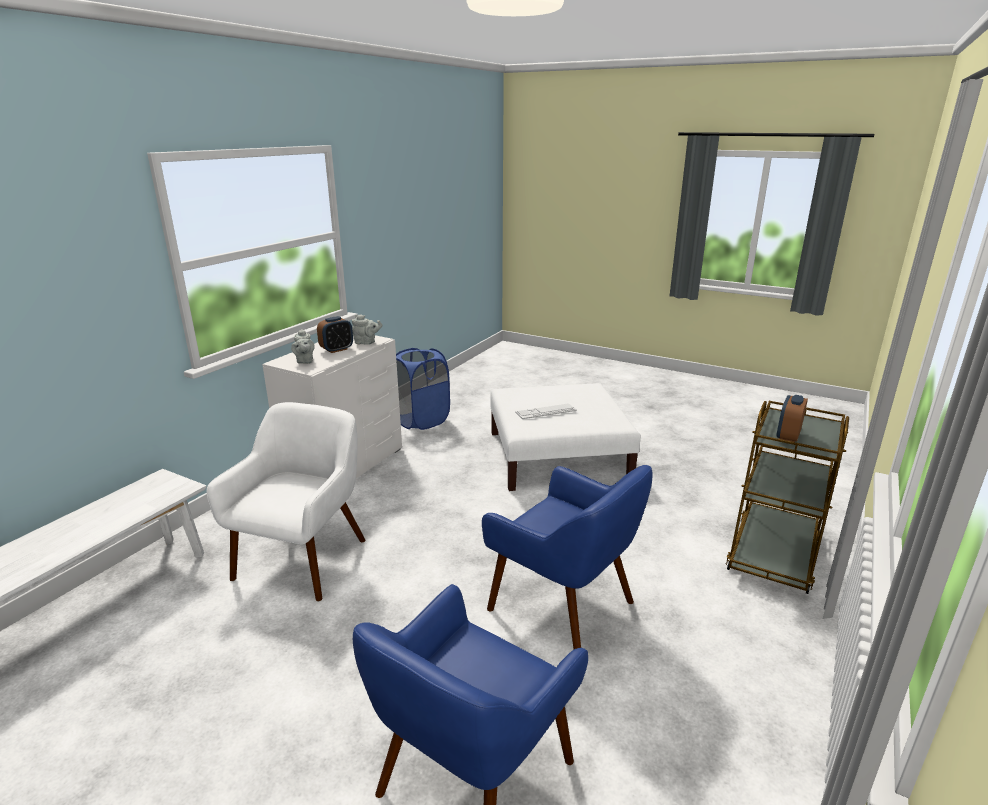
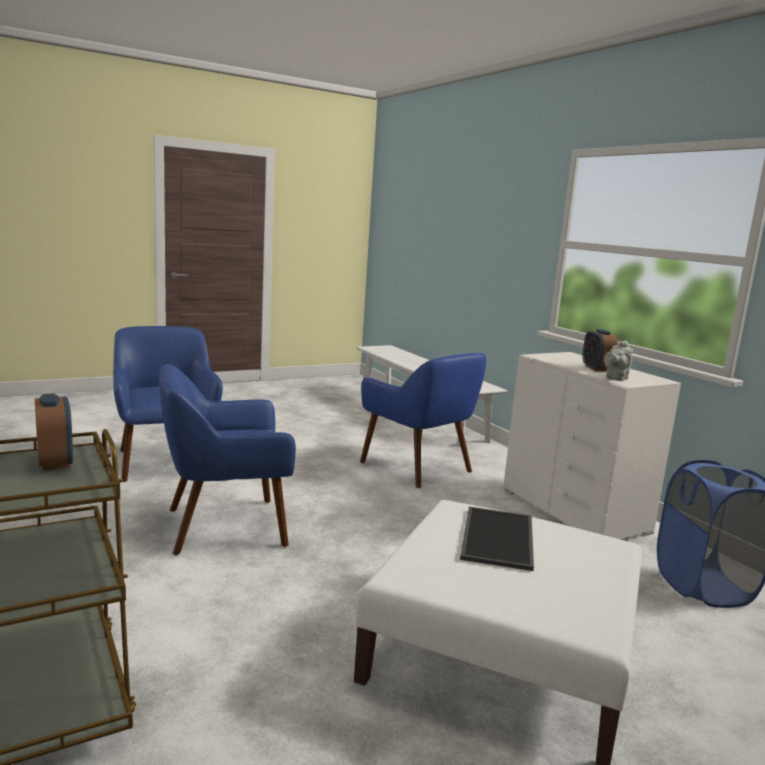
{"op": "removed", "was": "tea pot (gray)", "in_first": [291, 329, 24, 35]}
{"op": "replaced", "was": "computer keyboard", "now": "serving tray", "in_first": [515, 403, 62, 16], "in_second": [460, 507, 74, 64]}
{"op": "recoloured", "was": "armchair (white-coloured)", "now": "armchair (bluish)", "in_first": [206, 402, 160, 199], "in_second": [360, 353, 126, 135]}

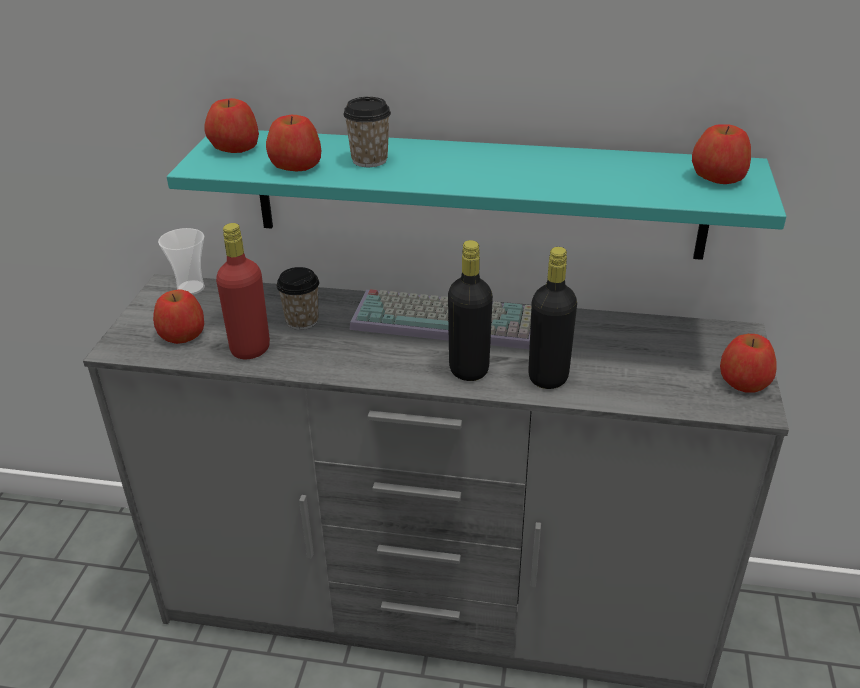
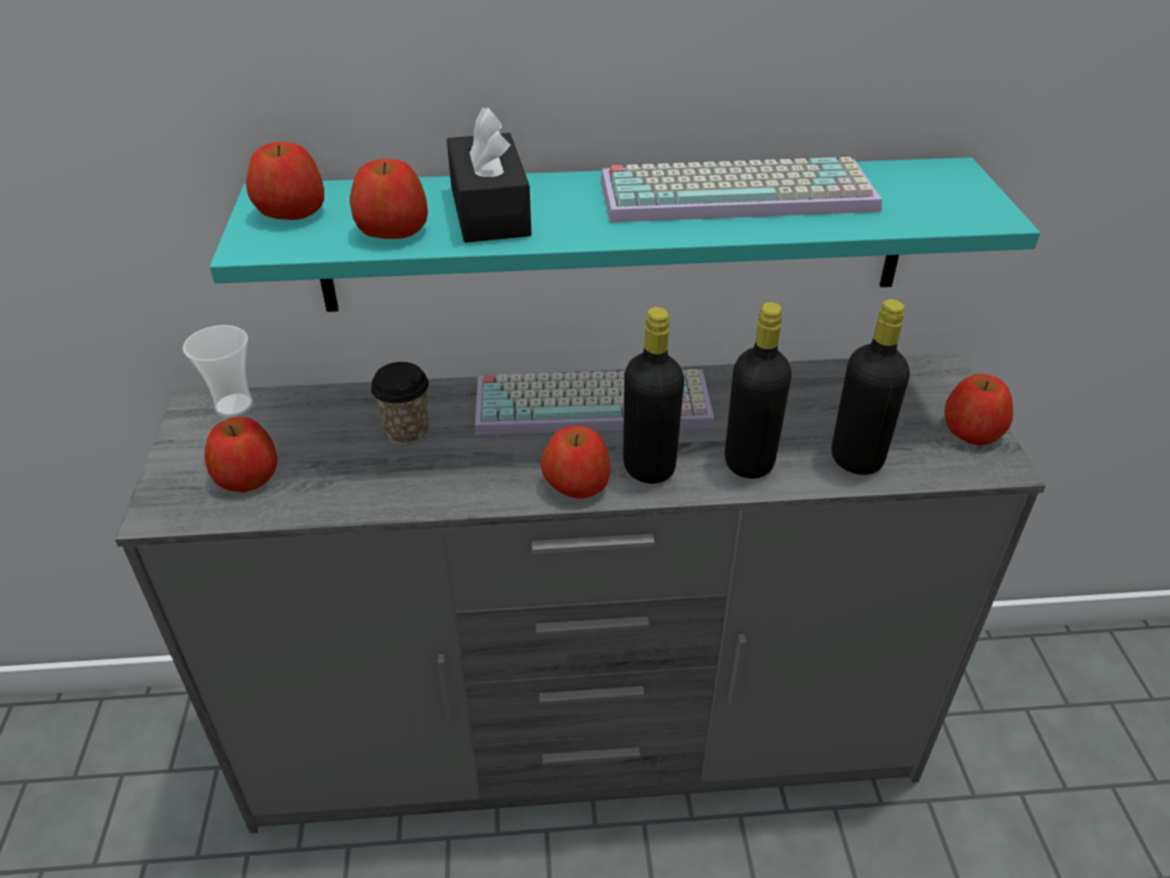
{"op": "removed", "was": "drink bottle (red-coloured)", "in_first": [216, 223, 54, 136]}
{"op": "added", "now": "computer keyboard", "in_second": [601, 157, 281, 66]}
{"op": "added", "now": "drink bottle (black-coloured)", "in_second": [831, 299, 79, 176]}
{"op": "moved", "was": "whole apple", "in_first": [692, 124, 59, 60], "in_second": [541, 426, 70, 73]}
{"op": "replaced", "was": "cup", "now": "box of tissues (black-coloured)", "in_first": [343, 97, 48, 70], "in_second": [447, 107, 84, 136]}

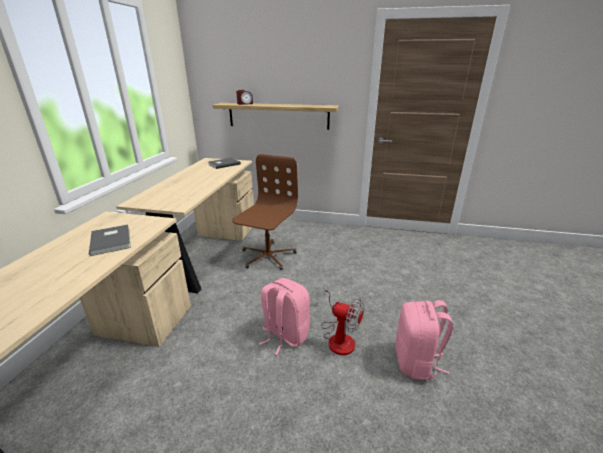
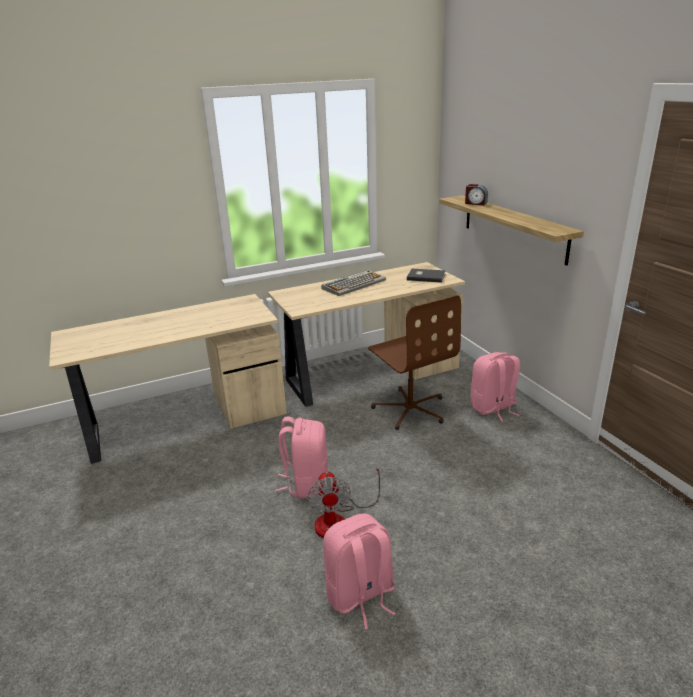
{"op": "removed", "was": "volume (gray)", "in_first": [89, 224, 42, 32]}
{"op": "added", "now": "computer keyboard", "in_second": [322, 270, 64, 26]}
{"op": "added", "now": "knapsack (pink)", "in_second": [471, 352, 49, 69]}
{"op": "turned", "was": "desk chair (brown-coloured)", "in_first": [232, 154, 66, 116], "in_second": [368, 295, 93, 135], "clockwise": 75}

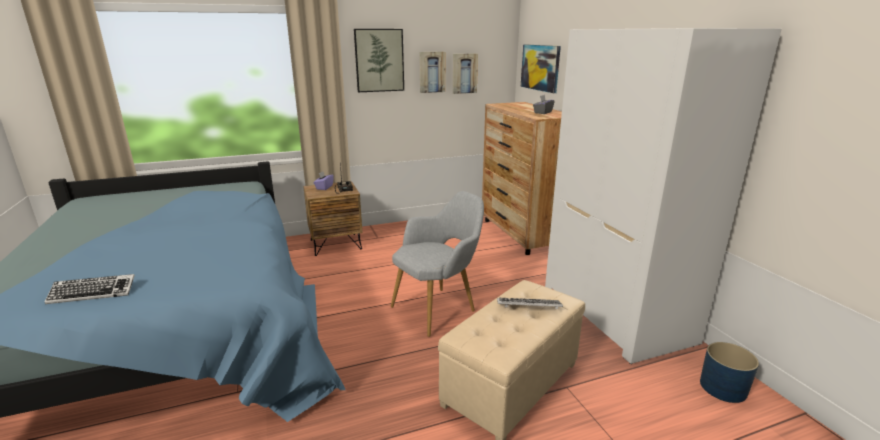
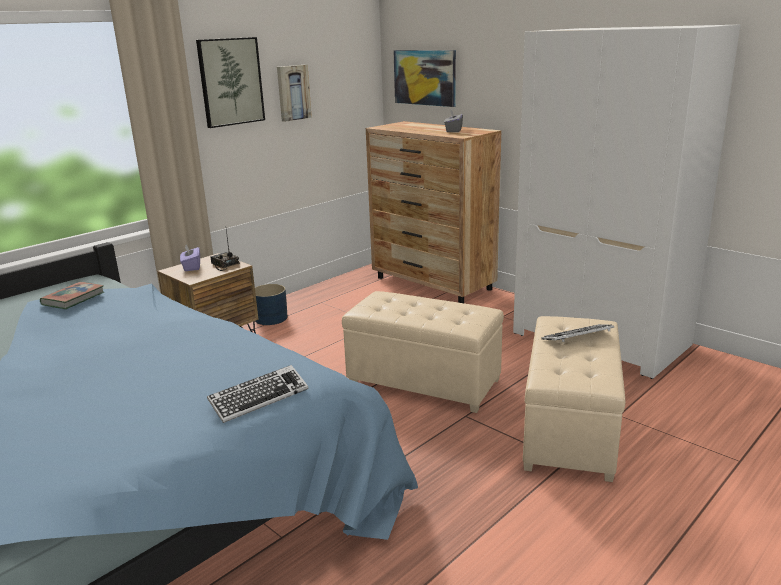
{"op": "removed", "was": "wall art", "in_first": [453, 53, 25, 41]}
{"op": "added", "now": "volume", "in_second": [40, 282, 64, 27]}
{"op": "moved", "was": "computer keyboard", "in_first": [45, 274, 90, 30], "in_second": [207, 365, 101, 58]}
{"op": "moved", "was": "plant pot (bluish)", "in_first": [700, 342, 59, 61], "in_second": [255, 284, 33, 41]}
{"op": "replaced", "was": "armchair (gray)", "now": "footrest (beige)", "in_first": [391, 191, 93, 146], "in_second": [342, 291, 162, 122]}

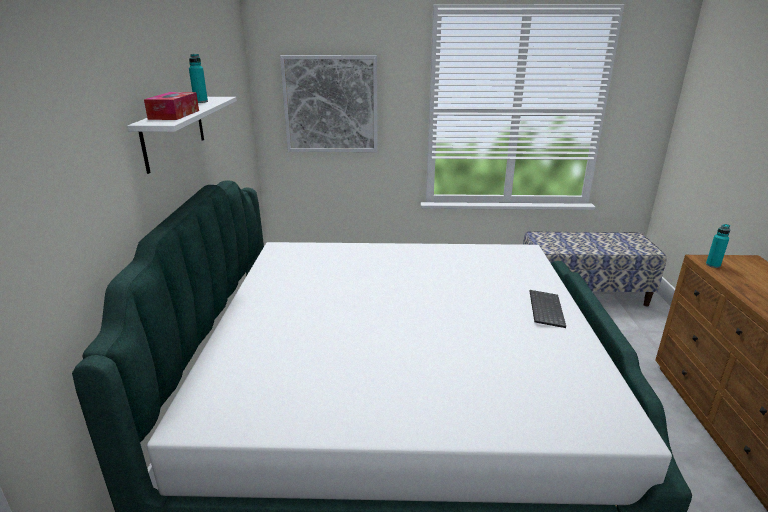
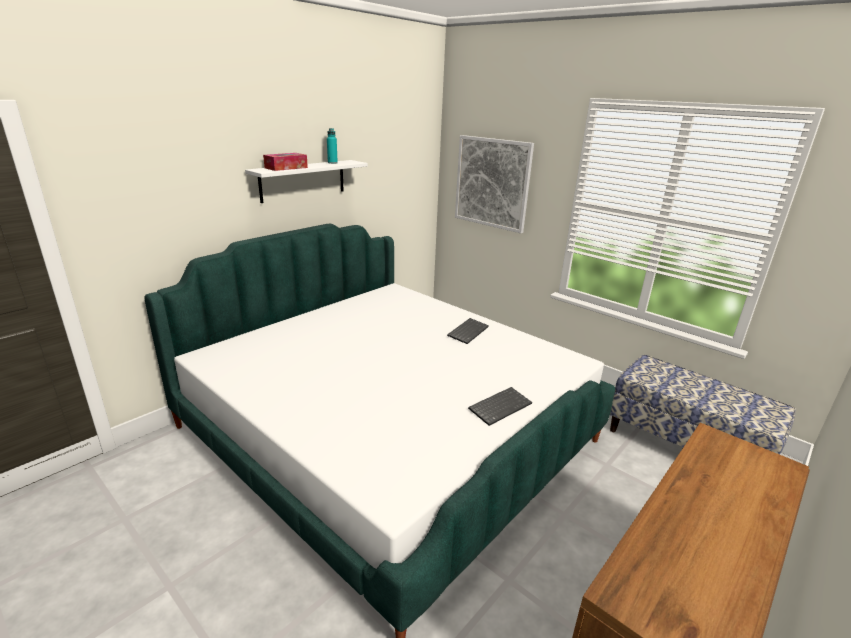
{"op": "removed", "was": "drink bottle (turquoise-coloured)", "in_first": [706, 224, 24, 44]}
{"op": "added", "now": "computer keyboard", "in_second": [447, 318, 42, 26]}

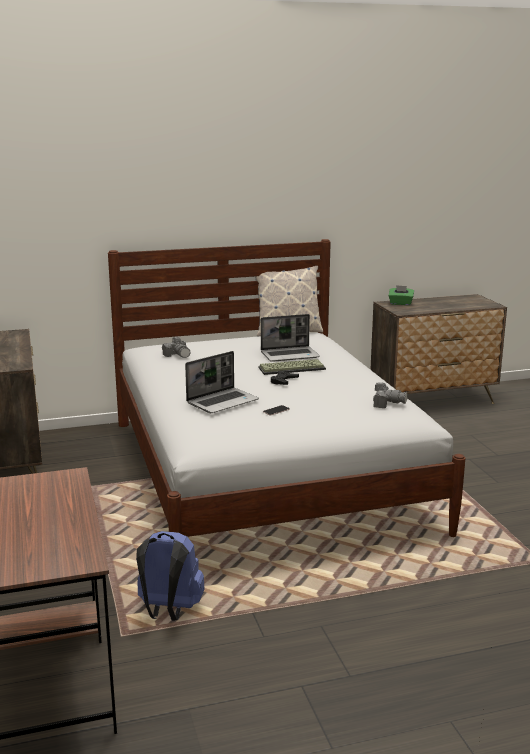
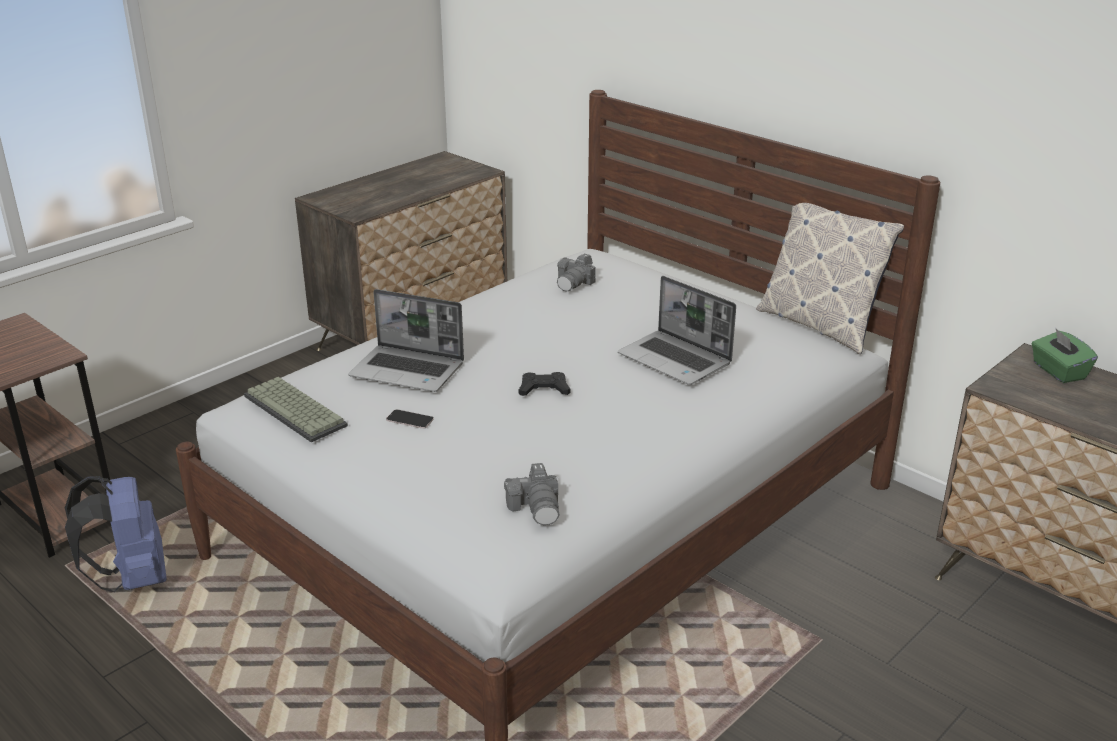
{"op": "moved", "was": "computer keyboard", "in_first": [259, 359, 67, 16], "in_second": [244, 377, 104, 65]}

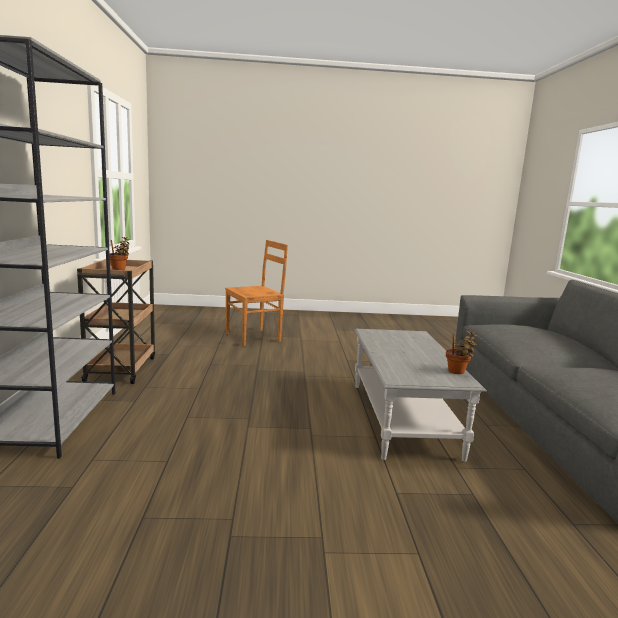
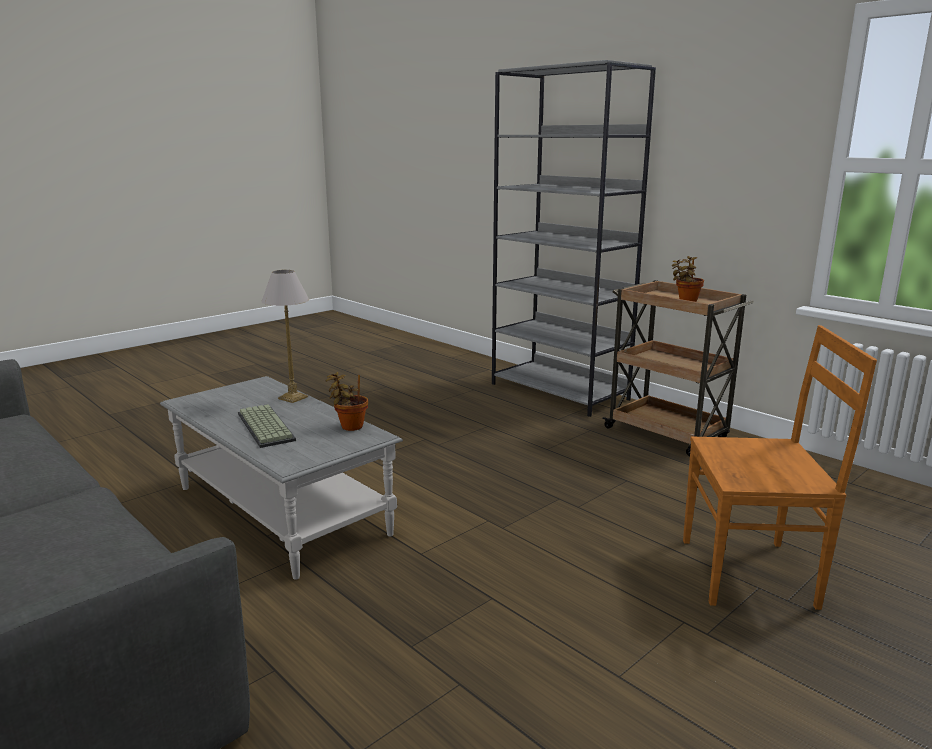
{"op": "added", "now": "computer keyboard", "in_second": [238, 404, 58, 44]}
{"op": "added", "now": "tabletop lamp", "in_second": [261, 270, 48, 133]}
{"op": "moved", "was": "houseplant", "in_first": [446, 330, 32, 44], "in_second": [326, 372, 42, 59]}
{"op": "turned", "was": "upright chair (brown-coloured)", "in_first": [225, 240, 63, 106], "in_second": [683, 325, 194, 285], "clockwise": -105}

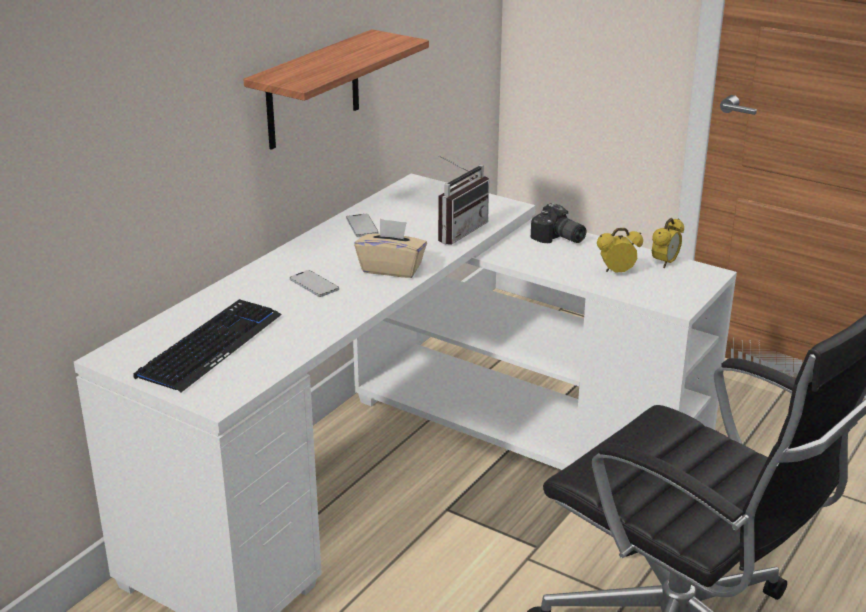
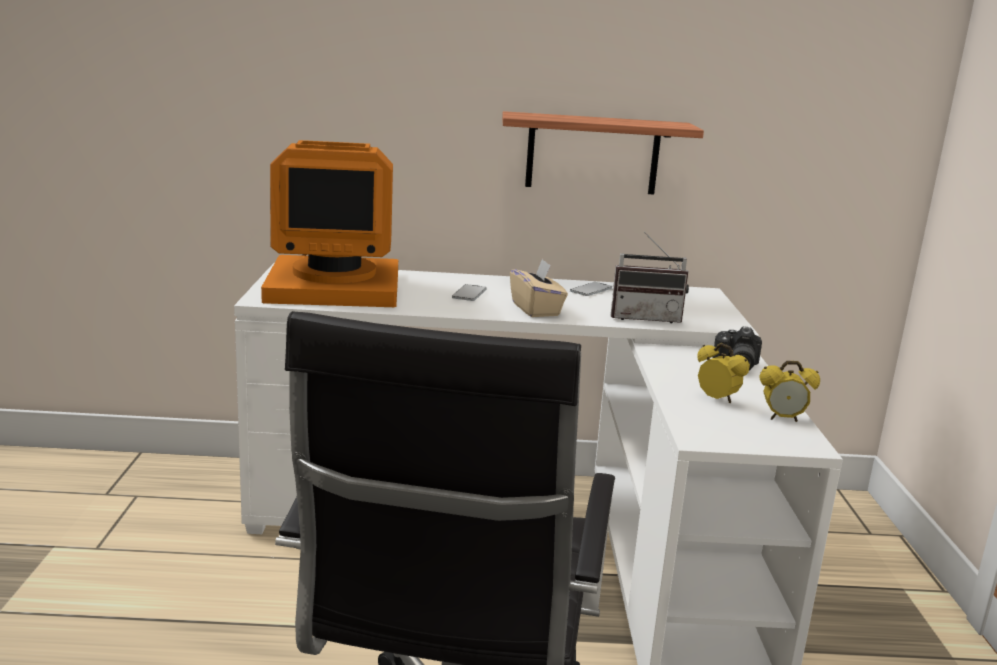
{"op": "replaced", "was": "computer keyboard", "now": "monitor", "in_first": [134, 299, 148, 93], "in_second": [261, 140, 137, 167]}

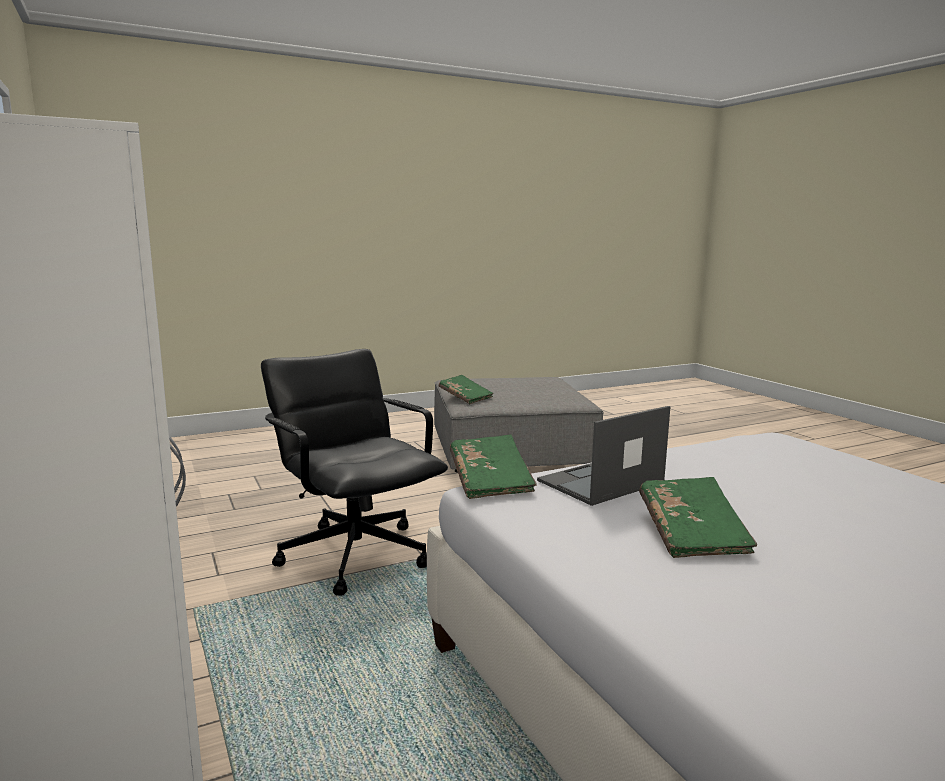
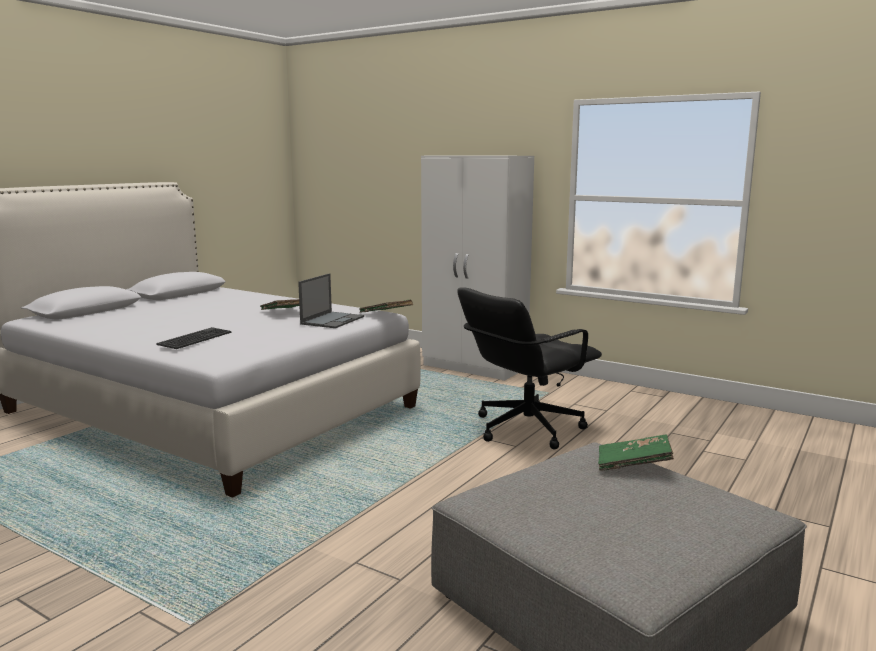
{"op": "added", "now": "computer keyboard", "in_second": [156, 327, 75, 22]}
{"op": "turned", "was": "desk chair (black-coloured)", "in_first": [261, 349, 187, 247], "in_second": [457, 287, 145, 162], "clockwise": 120}

